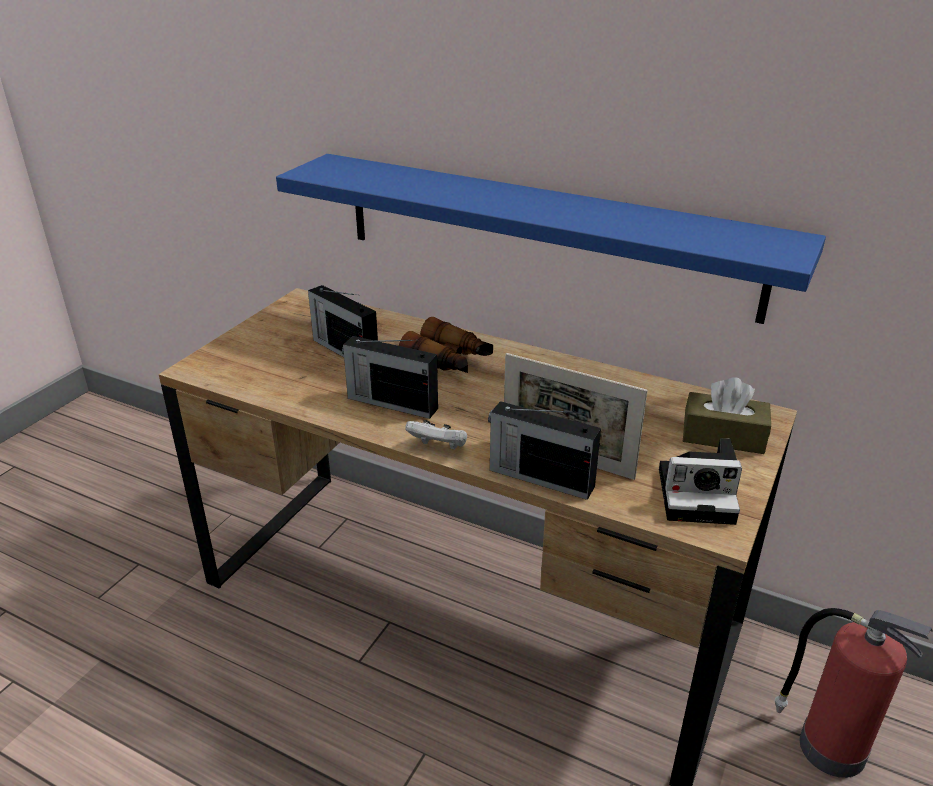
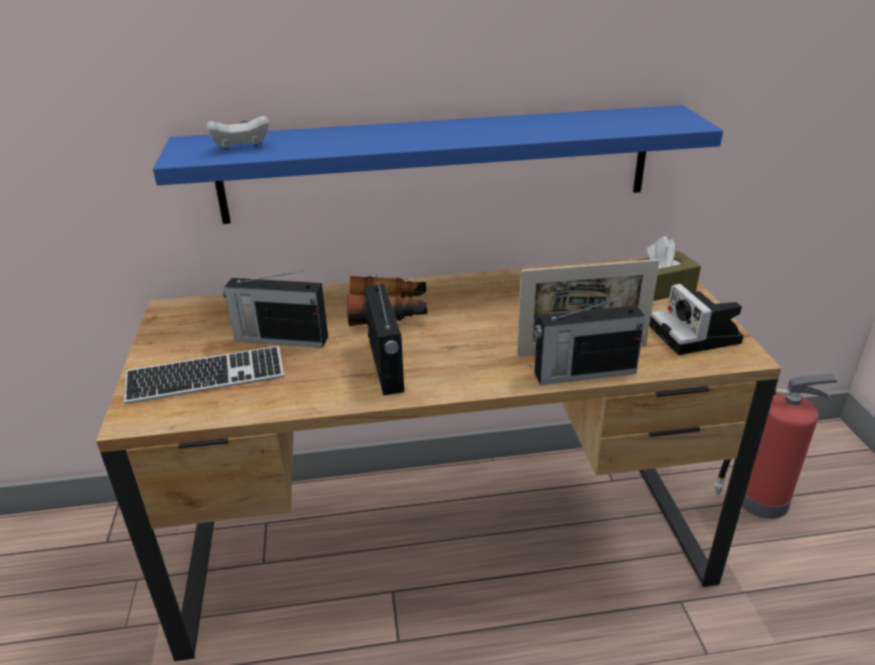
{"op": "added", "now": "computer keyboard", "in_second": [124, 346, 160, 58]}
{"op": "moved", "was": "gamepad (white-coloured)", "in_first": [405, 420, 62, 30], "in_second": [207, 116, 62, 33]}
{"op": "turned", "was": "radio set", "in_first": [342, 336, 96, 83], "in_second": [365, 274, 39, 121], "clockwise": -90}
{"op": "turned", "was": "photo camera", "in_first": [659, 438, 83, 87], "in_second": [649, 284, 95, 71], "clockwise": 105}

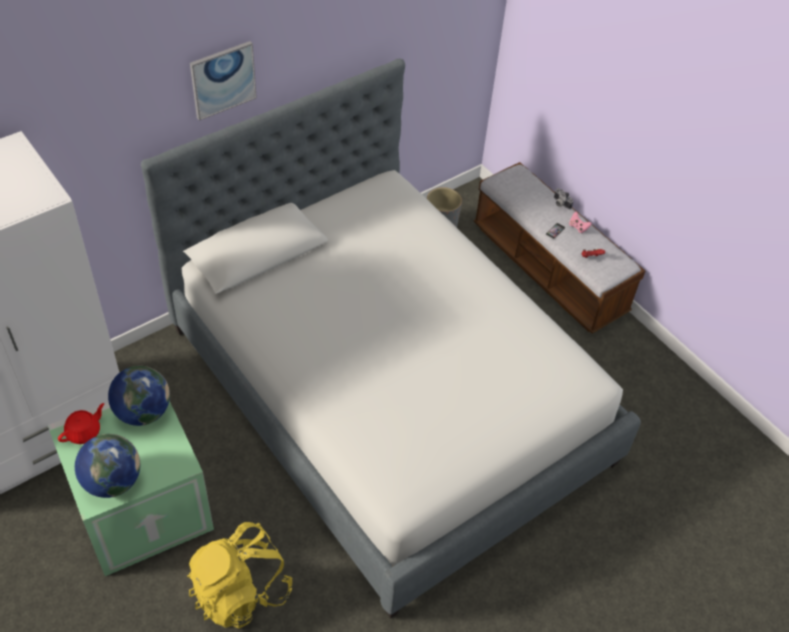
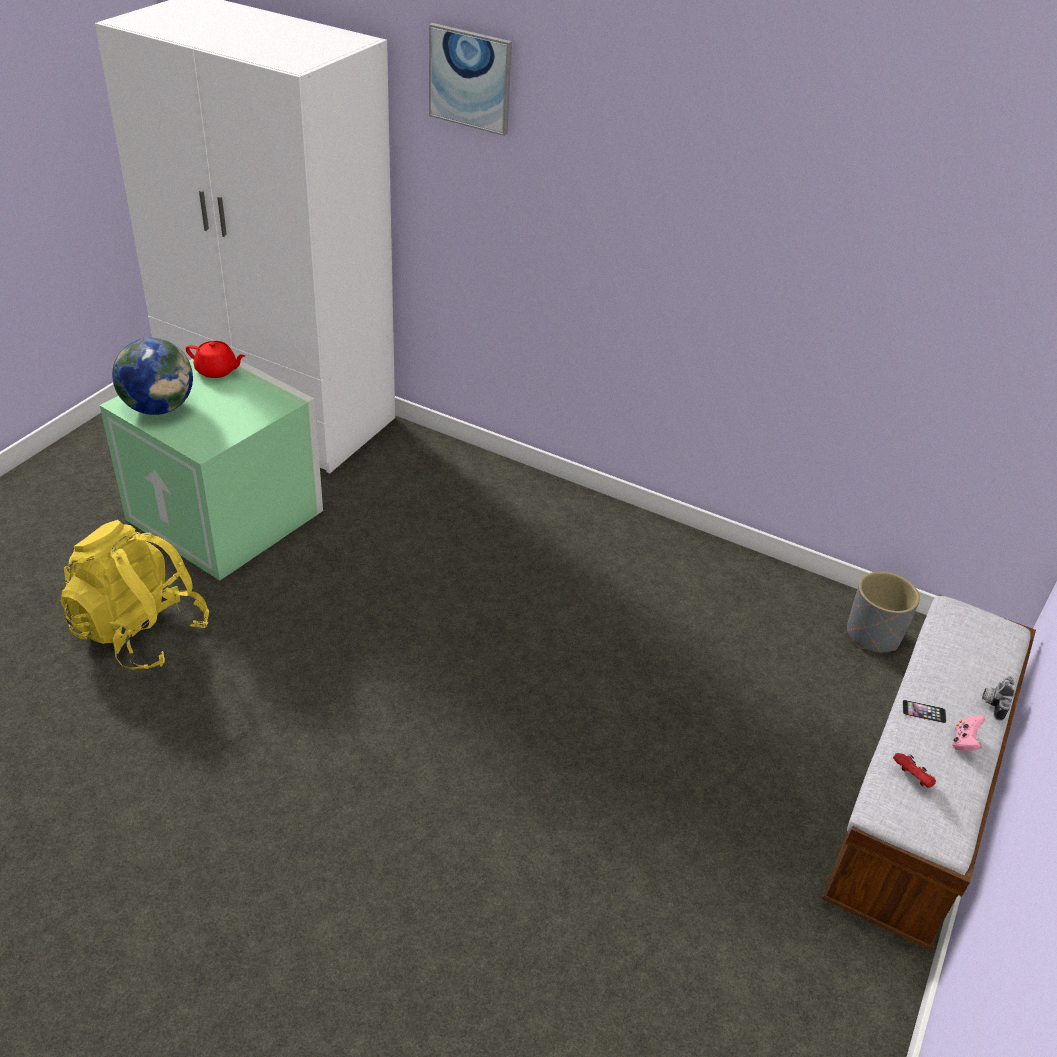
{"op": "removed", "was": "desk globe", "in_first": [108, 366, 62, 60]}
{"op": "removed", "was": "sleeping bed", "in_first": [141, 58, 500, 561]}
{"op": "moved", "was": "wall art", "in_first": [190, 41, 67, 80], "in_second": [429, 23, 83, 113]}

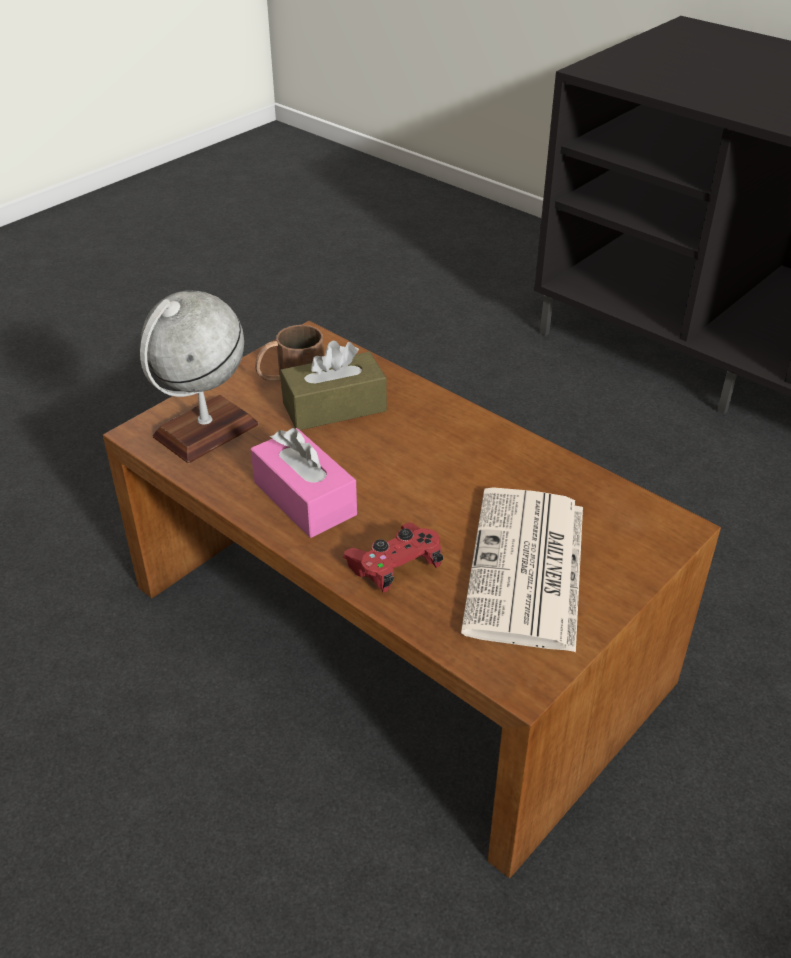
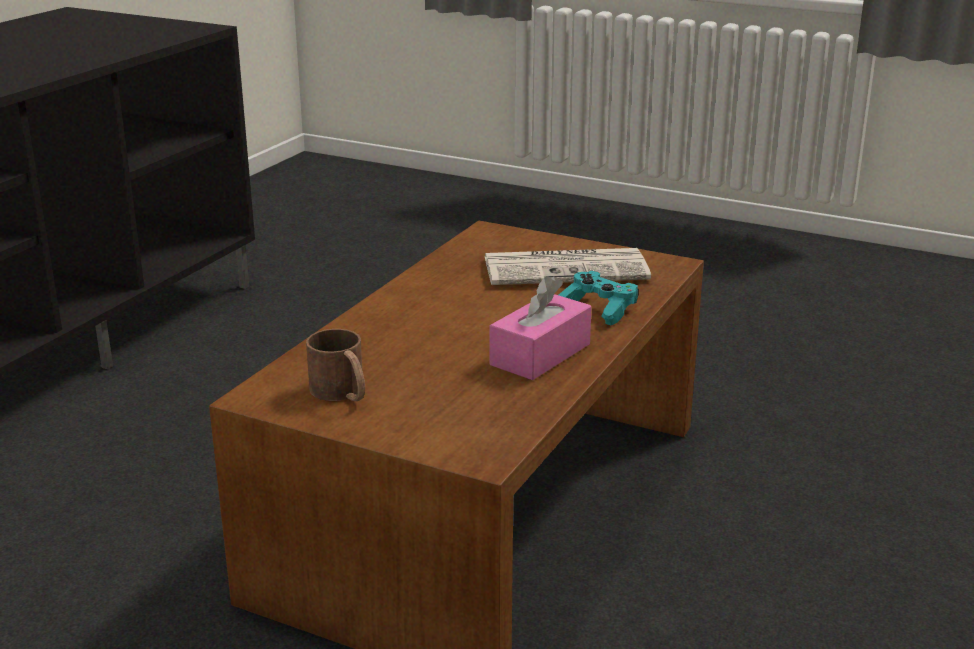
{"op": "removed", "was": "desk globe", "in_first": [140, 290, 118, 173]}
{"op": "removed", "was": "box of tissues (brown-coloured)", "in_first": [280, 341, 107, 89]}
{"op": "recoloured", "was": "gamepad (red-coloured)", "now": "gamepad (turquoise-coloured)", "in_first": [343, 523, 100, 70], "in_second": [559, 271, 80, 54]}

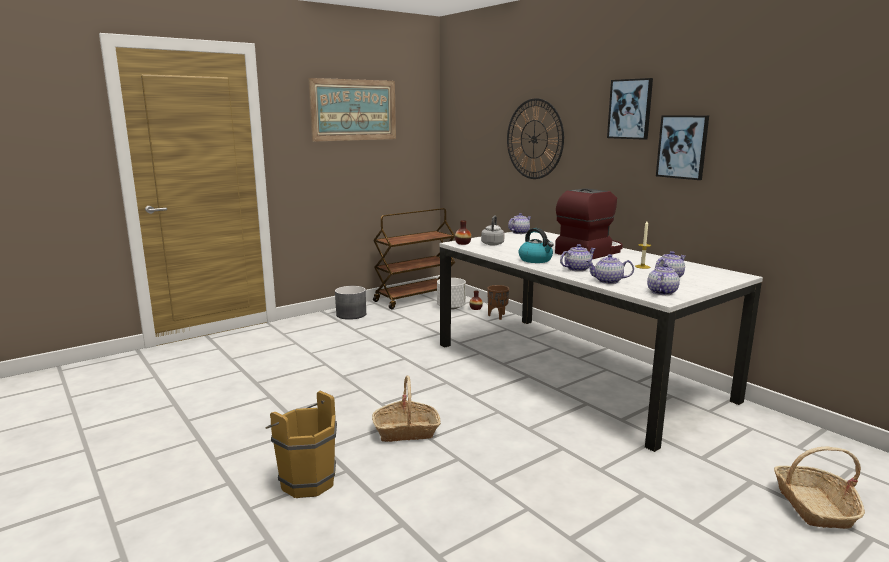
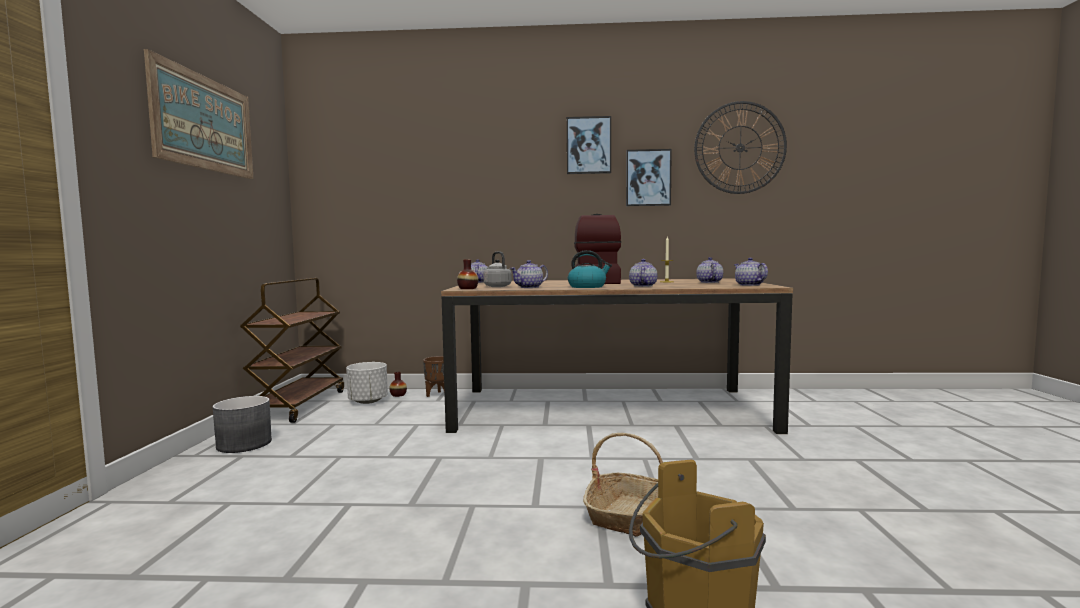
{"op": "removed", "was": "household basket", "in_first": [774, 447, 91, 82]}
{"op": "moved", "was": "clock on the wall", "in_first": [507, 98, 57, 81], "in_second": [694, 101, 93, 93]}
{"op": "moved", "was": "tea pot", "in_first": [585, 254, 49, 30], "in_second": [510, 260, 38, 28]}
{"op": "recoloured", "was": "dinner table (white-coloured)", "now": "dinner table (brown-coloured)", "in_first": [439, 232, 324, 220], "in_second": [441, 278, 352, 156]}

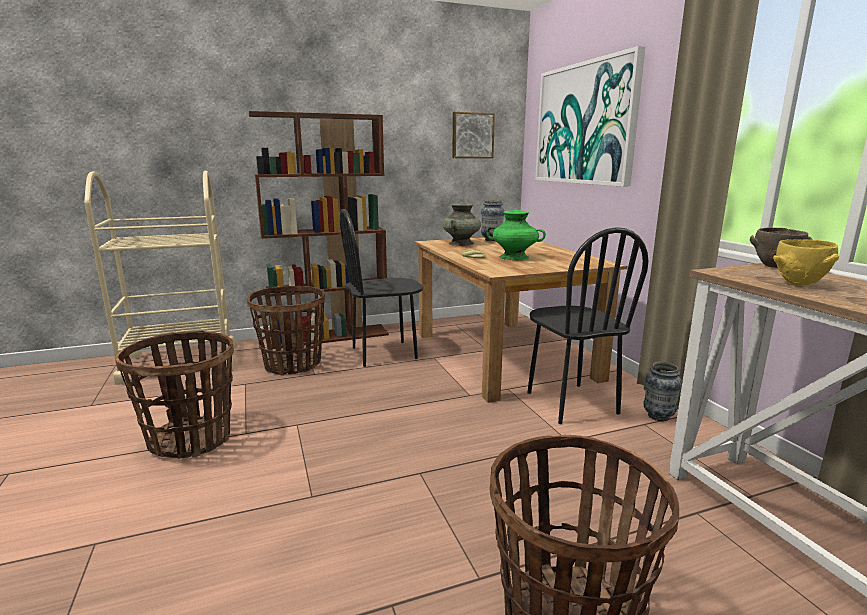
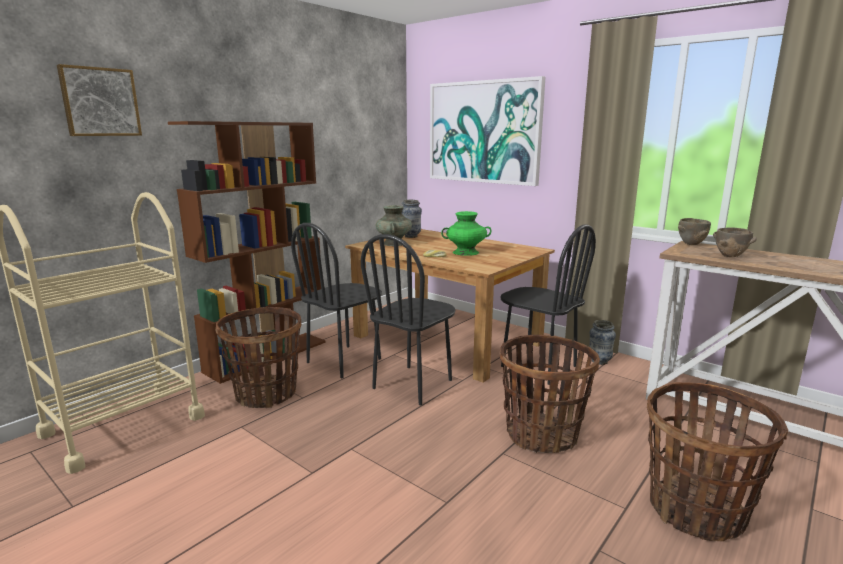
{"op": "added", "now": "upright chair (black-coloured)", "in_second": [361, 234, 95, 171]}
{"op": "moved", "was": "household basket", "in_first": [116, 331, 118, 128], "in_second": [500, 335, 100, 118]}
{"op": "moved", "was": "wall art", "in_first": [452, 112, 43, 46], "in_second": [57, 64, 85, 72]}
{"op": "recoloured", "was": "serving bowl (yellow)", "now": "serving bowl (brown-coloured)", "in_first": [773, 240, 66, 45], "in_second": [713, 227, 44, 30]}

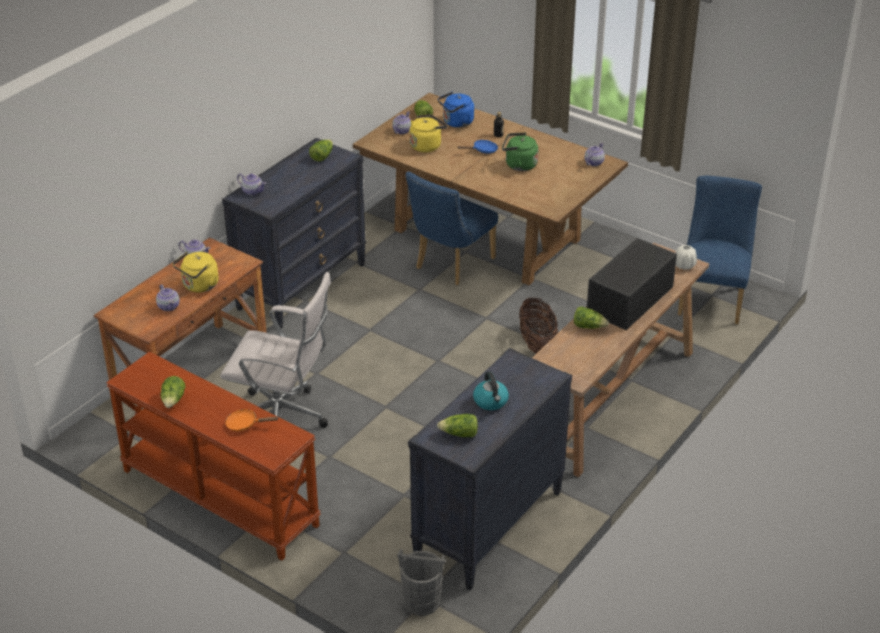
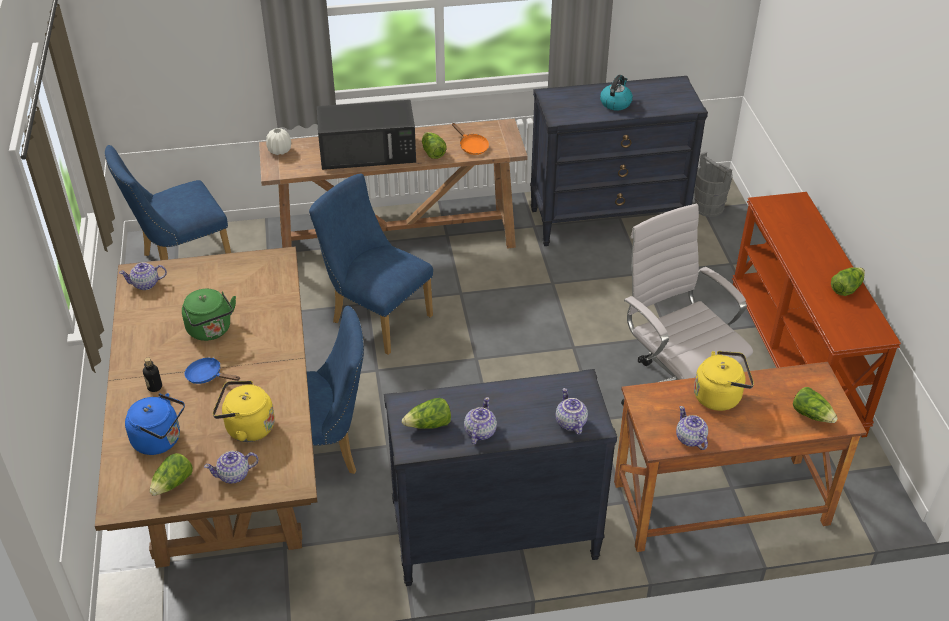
{"op": "moved", "was": "tea pot", "in_first": [156, 285, 24, 26], "in_second": [464, 397, 33, 47]}
{"op": "moved", "was": "frying pan (orange-coloured)", "in_first": [225, 409, 54, 22], "in_second": [452, 123, 37, 32]}
{"op": "moved", "was": "head of lettuce", "in_first": [437, 414, 41, 24], "in_second": [793, 387, 45, 36]}
{"op": "replaced", "was": "household basket", "now": "upright chair (bluish)", "in_first": [519, 297, 39, 57], "in_second": [309, 173, 124, 182]}

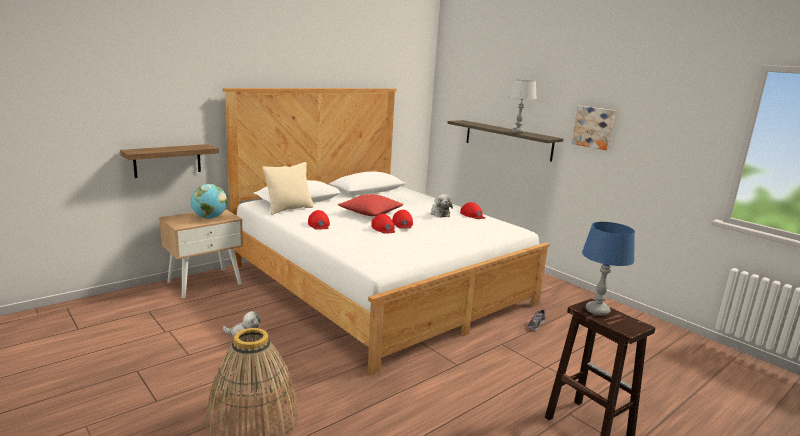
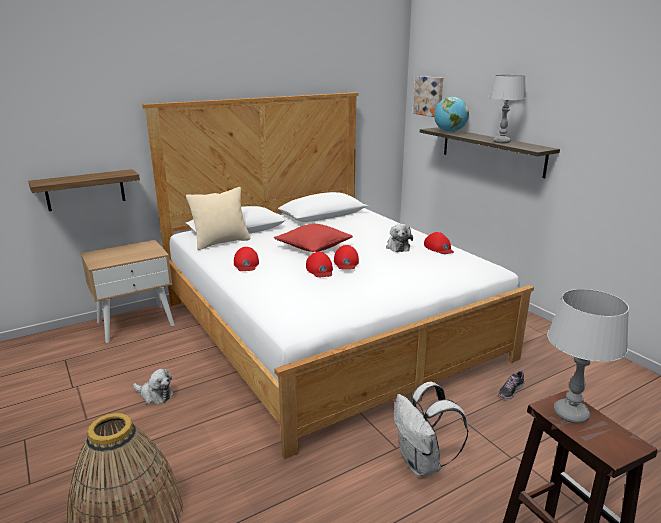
{"op": "added", "now": "knapsack (white-coloured)", "in_second": [394, 381, 75, 95]}
{"op": "moved", "was": "desk globe", "in_first": [190, 184, 37, 35], "in_second": [434, 97, 35, 35]}
{"op": "moved", "was": "wall art", "in_first": [572, 106, 43, 44], "in_second": [413, 76, 30, 41]}
{"op": "recoloured", "was": "tabletop lamp (bluish)", "now": "tabletop lamp (gray)", "in_first": [582, 222, 53, 94], "in_second": [547, 289, 82, 135]}

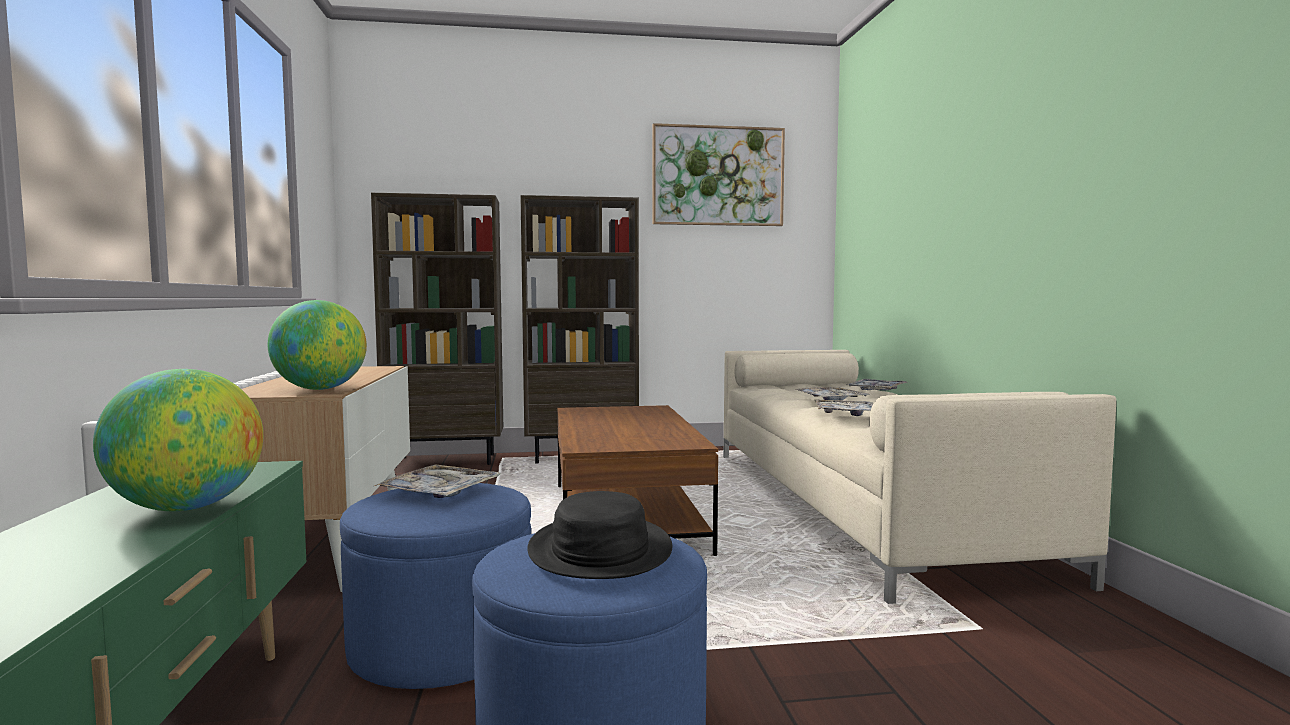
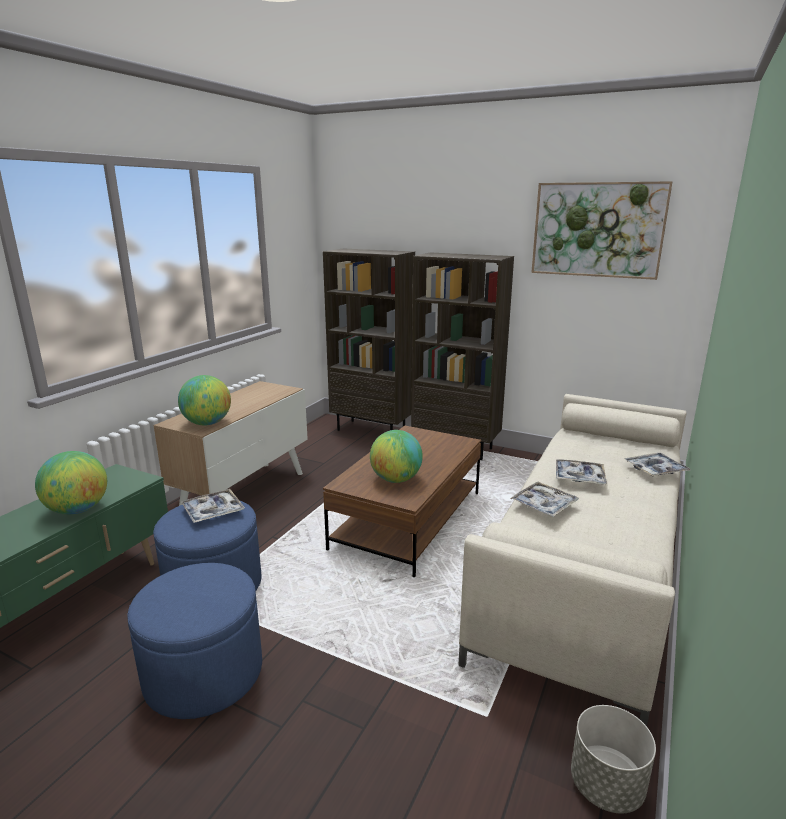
{"op": "removed", "was": "clothing hat (black-coloured)", "in_first": [527, 491, 145, 88]}
{"op": "added", "now": "desk globe", "in_second": [370, 430, 53, 53]}
{"op": "added", "now": "plant pot (gray)", "in_second": [571, 705, 85, 109]}

